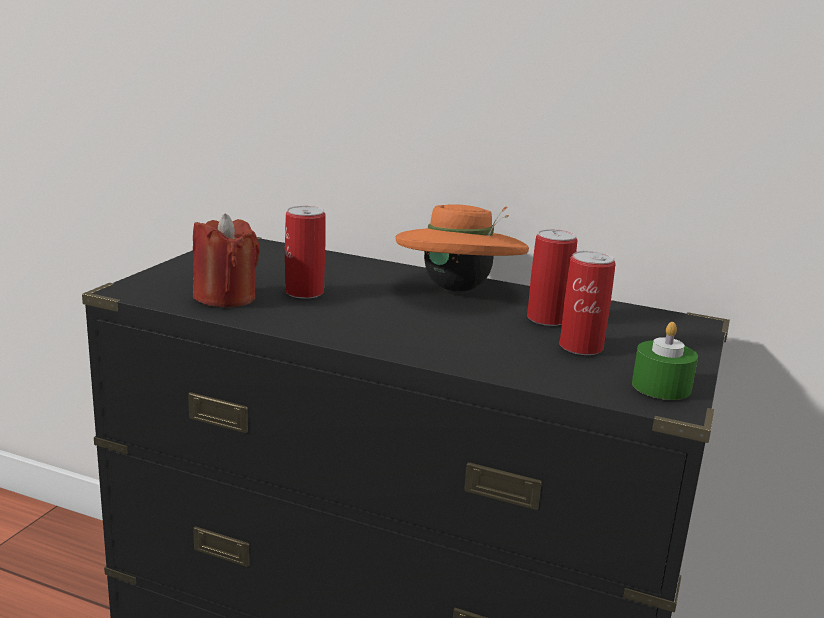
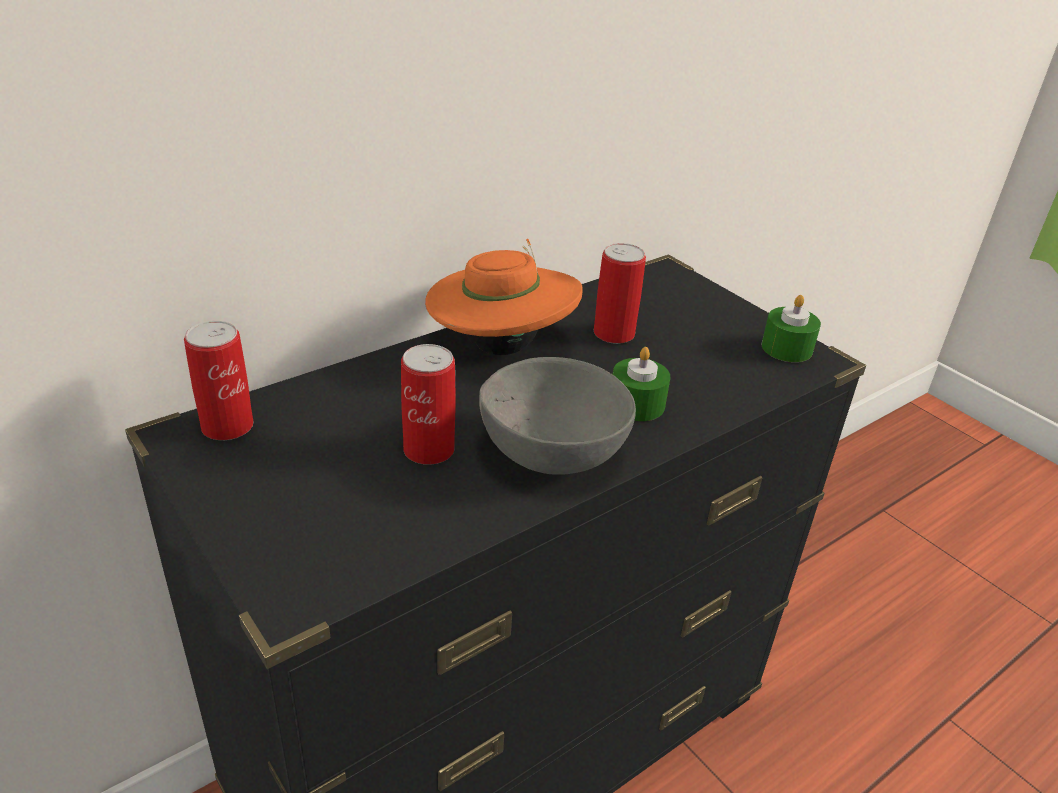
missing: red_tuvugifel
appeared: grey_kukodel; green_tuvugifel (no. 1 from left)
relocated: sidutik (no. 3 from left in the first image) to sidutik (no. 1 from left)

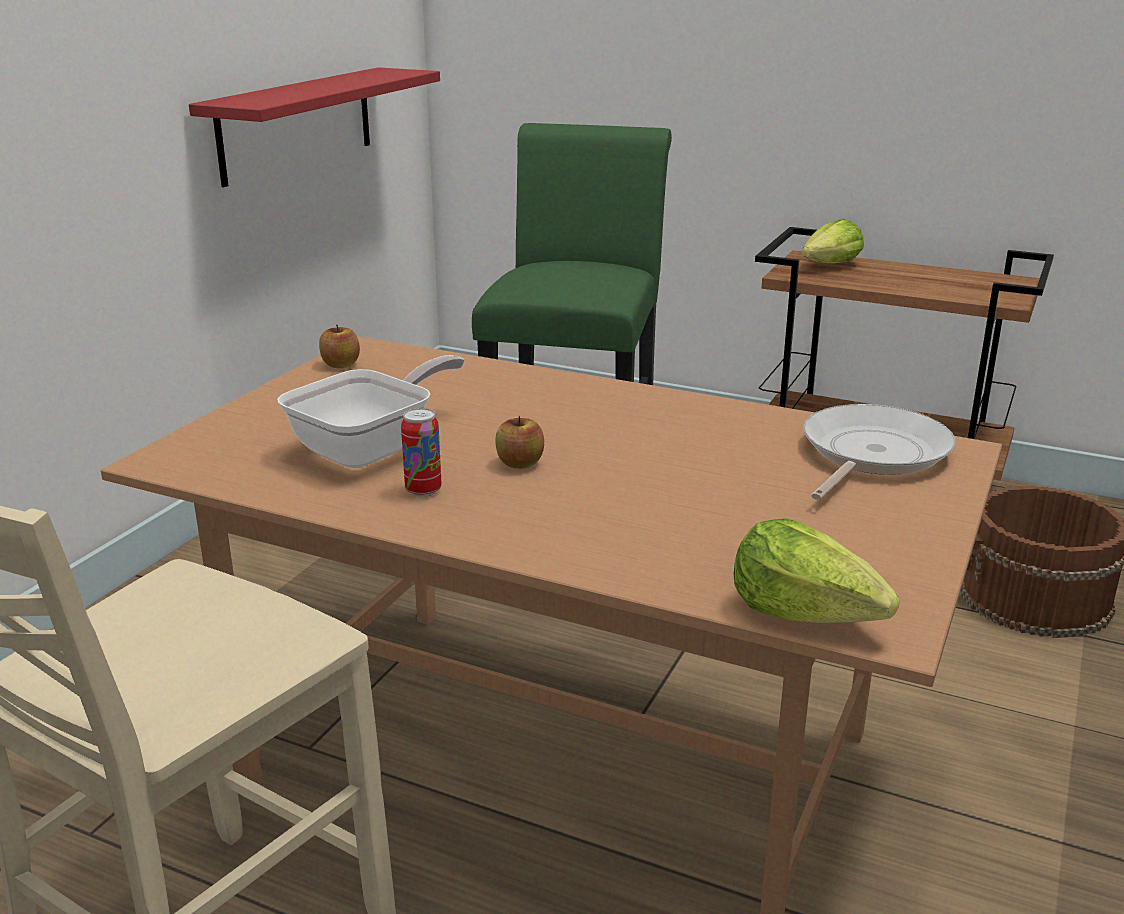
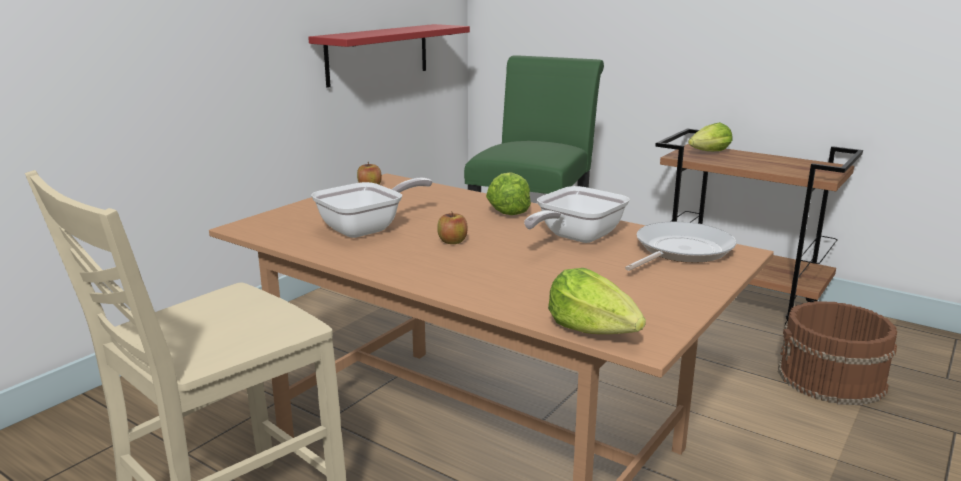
missing: sidutik
appeared: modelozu (no. 1 from left); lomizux (no. 2 from left)

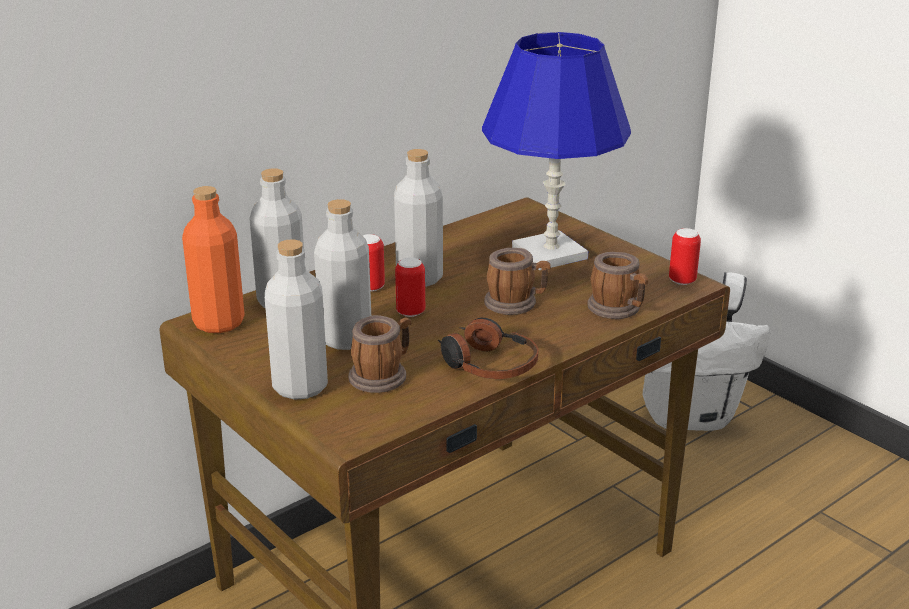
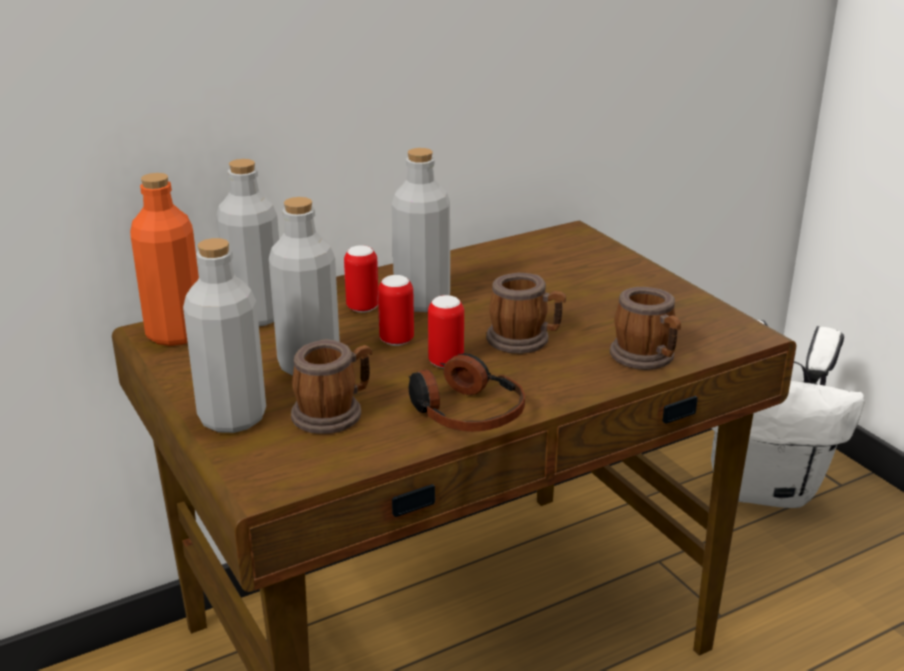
missing: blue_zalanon
relocated: sidutik (no. 3 from left)

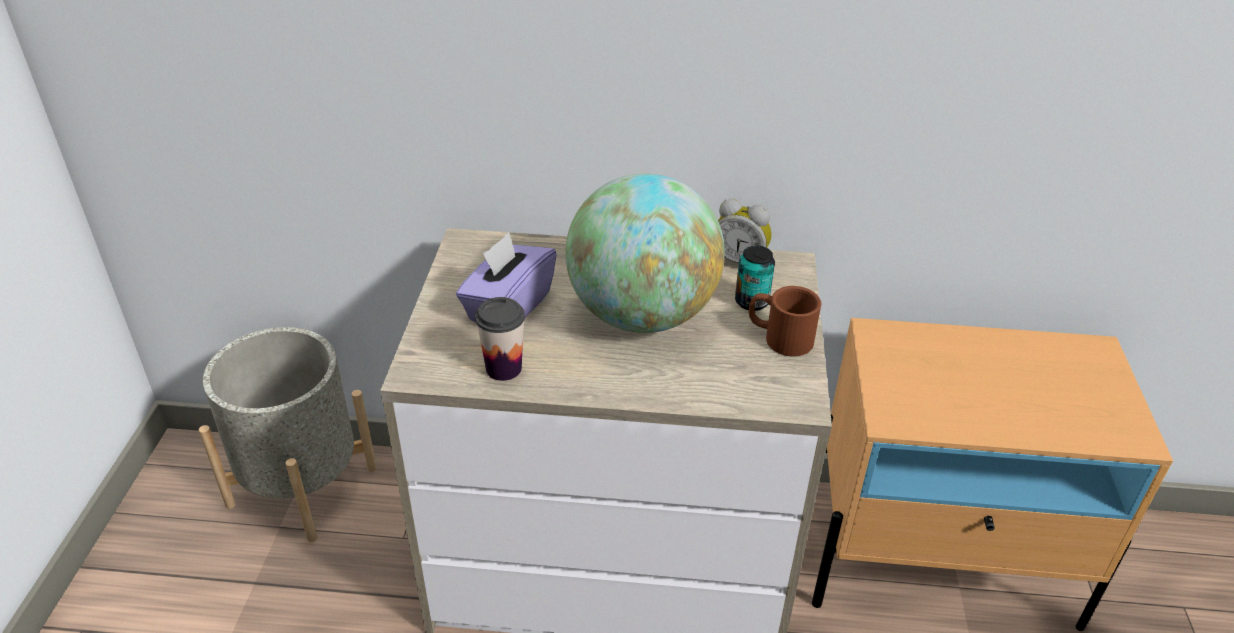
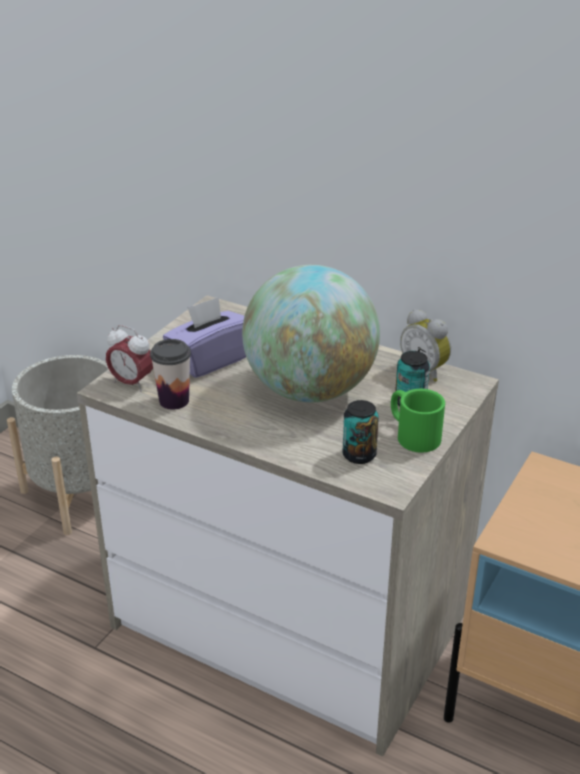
appeared: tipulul (no. 1 from left); sidutik (no. 1 from left)
colour: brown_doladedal to green_doladedal

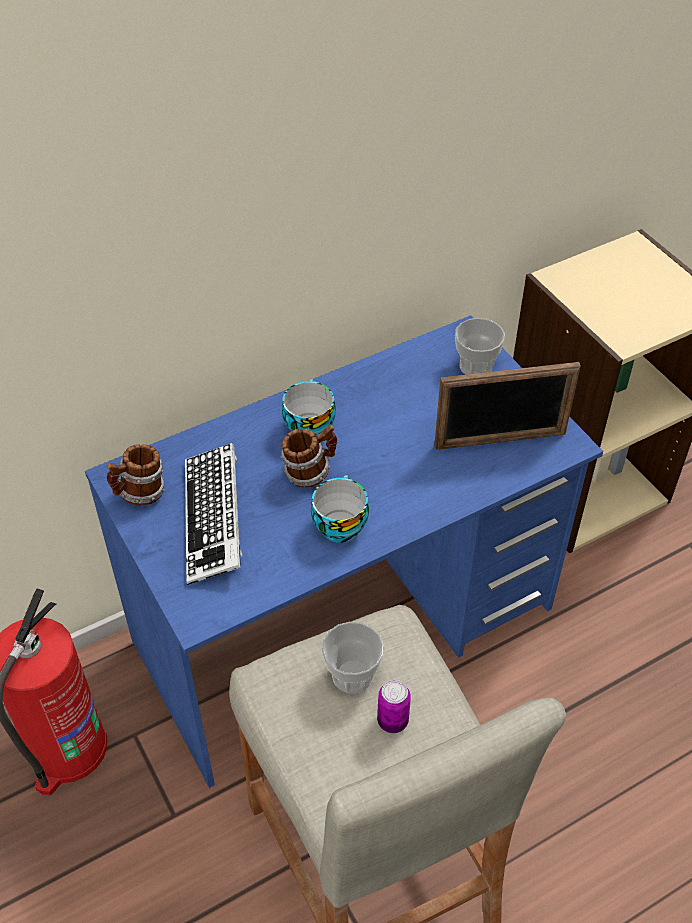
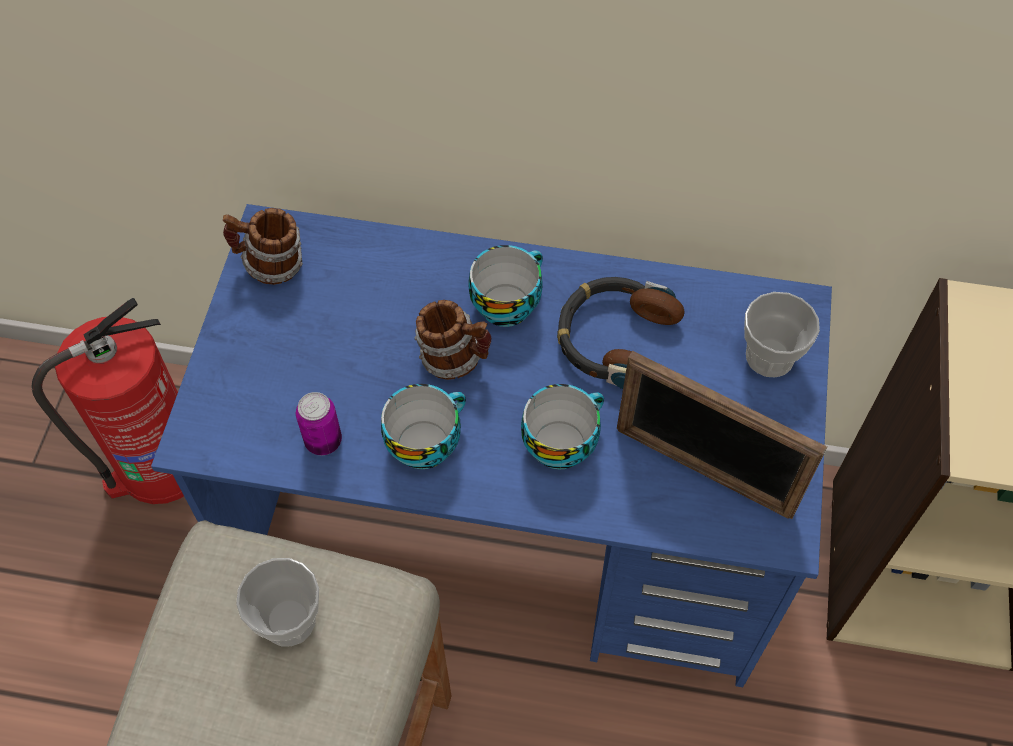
missing: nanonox
appeared: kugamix (no. 4 from left); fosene
relocated: sidutik

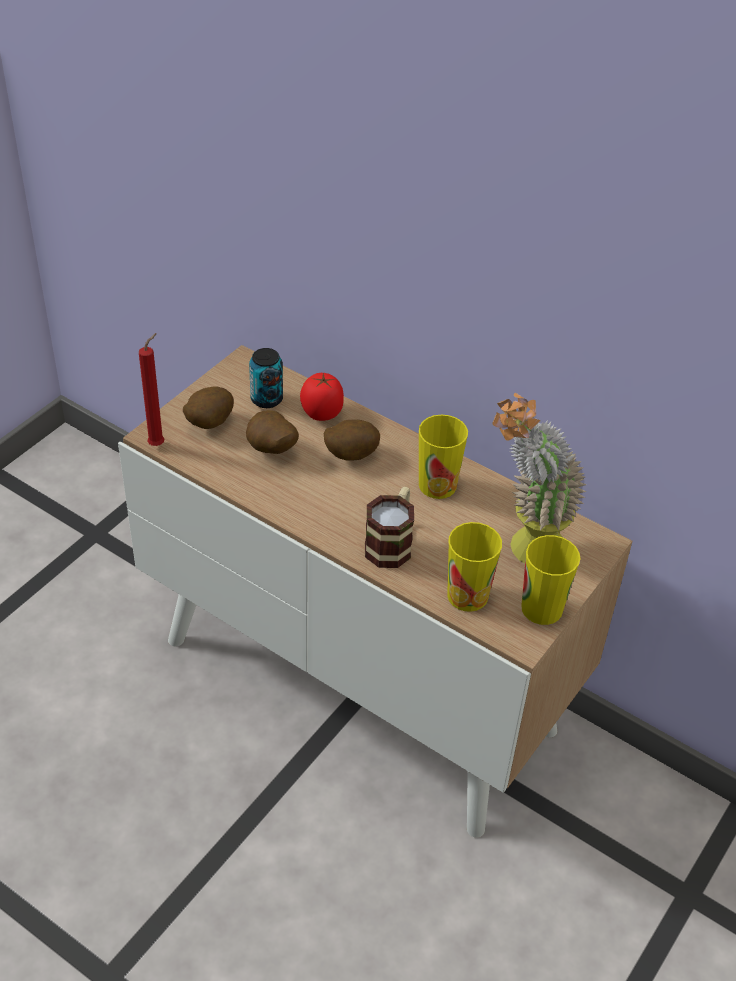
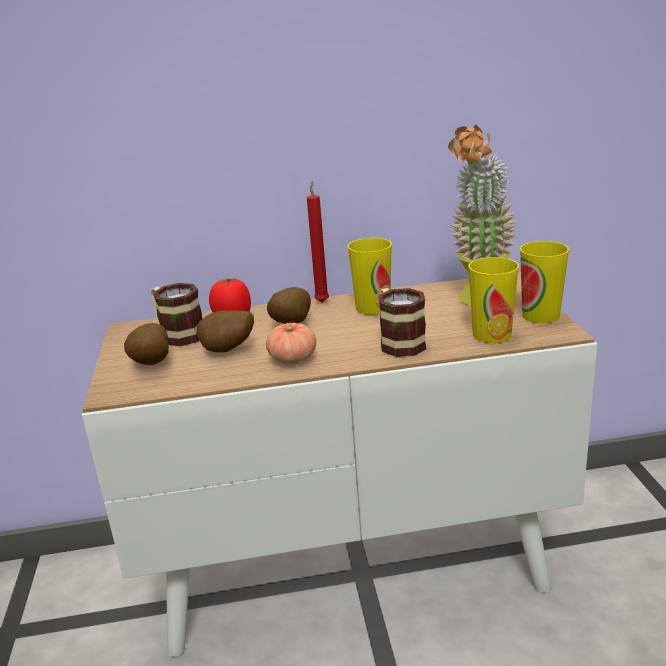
appeared: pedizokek (no. 2 from left)
relocated: red_tuvugifel
exchanged: sidutik to doladedal (no. 1 from left)

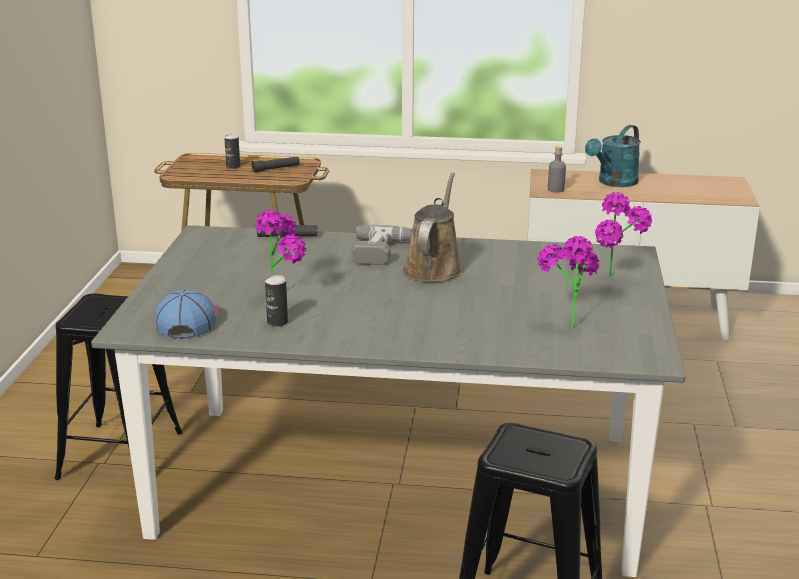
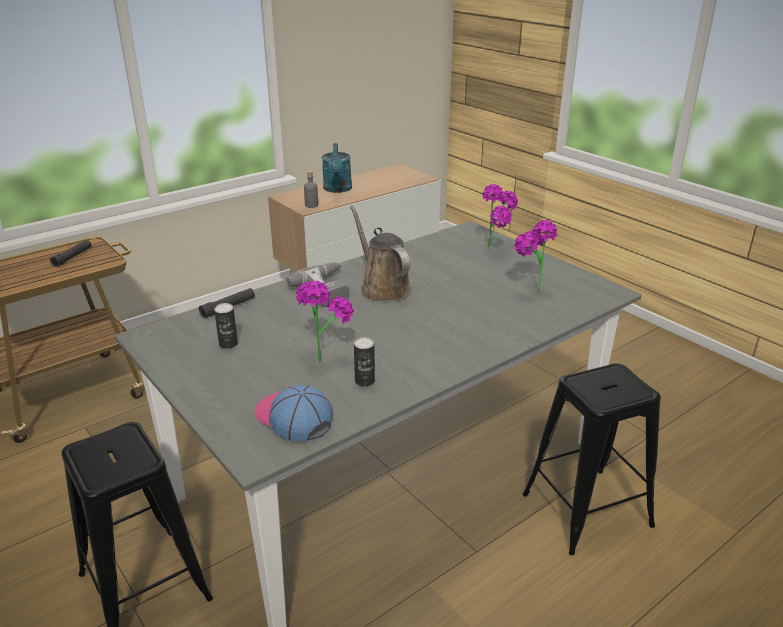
relocated: sidutik (no. 1 from left)

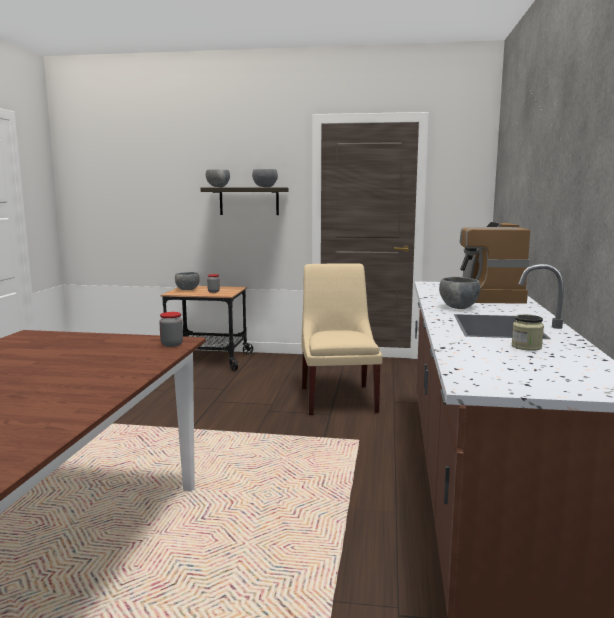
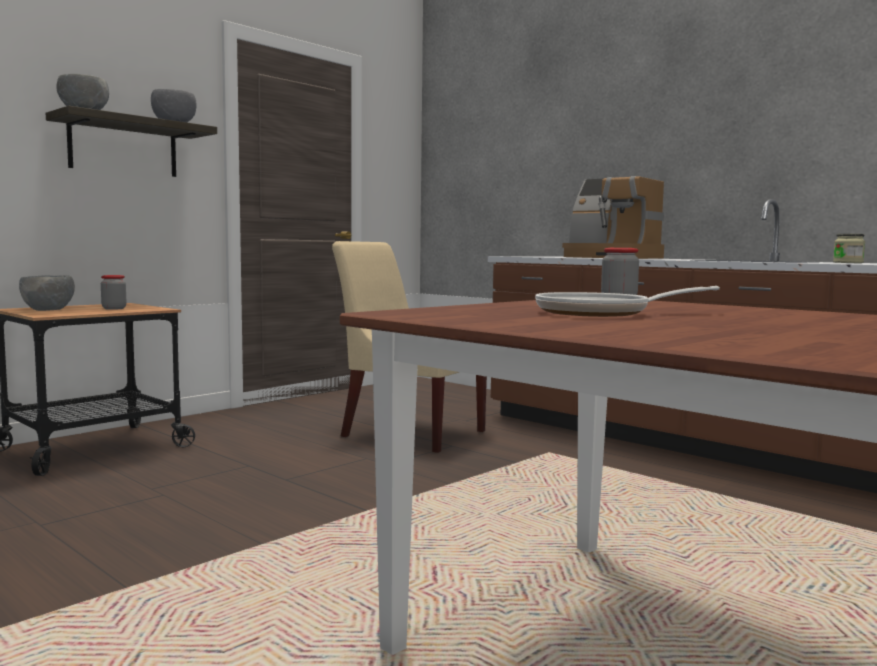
missing: grey_kukodel (no. 4 from left)
appeared: lomizux

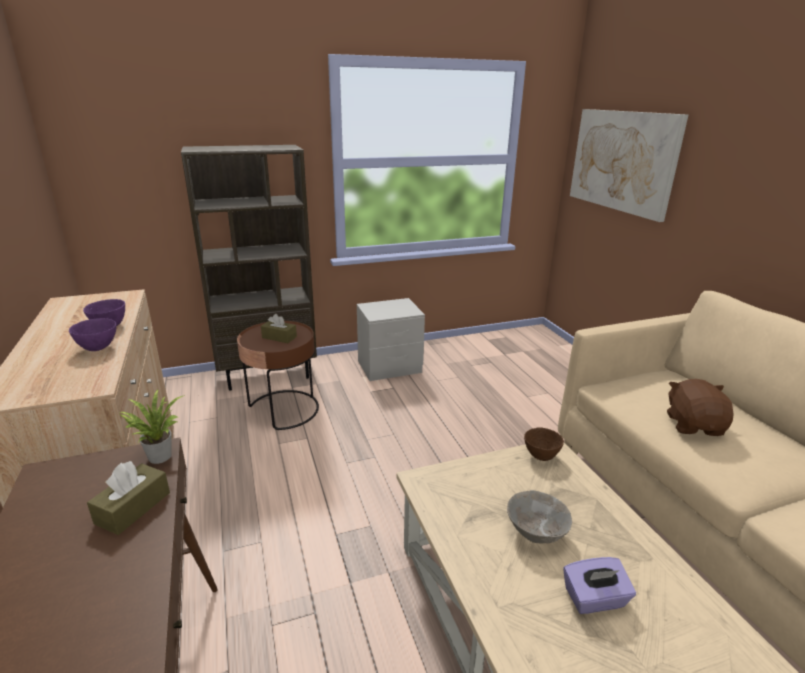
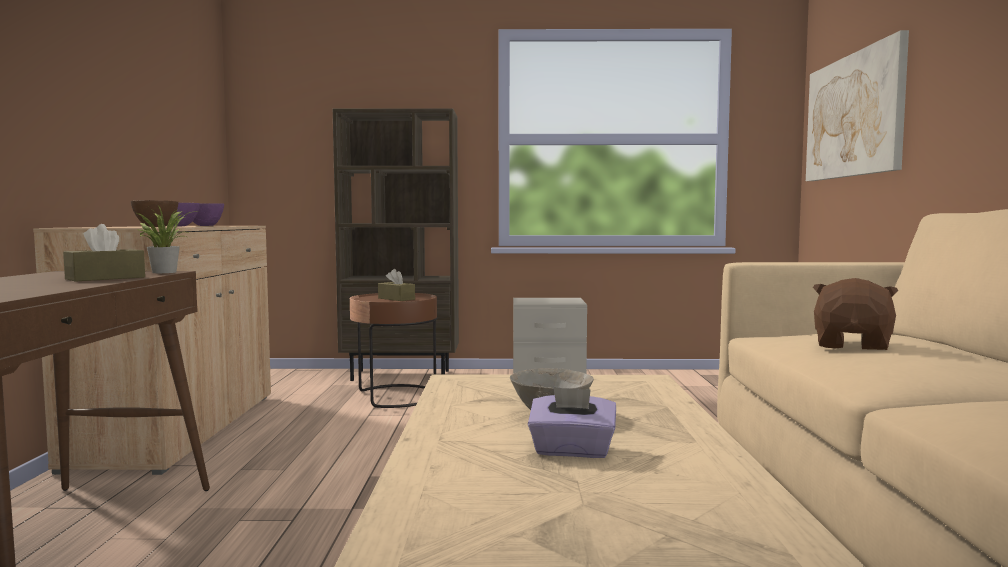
relocated: brown_kukodel

